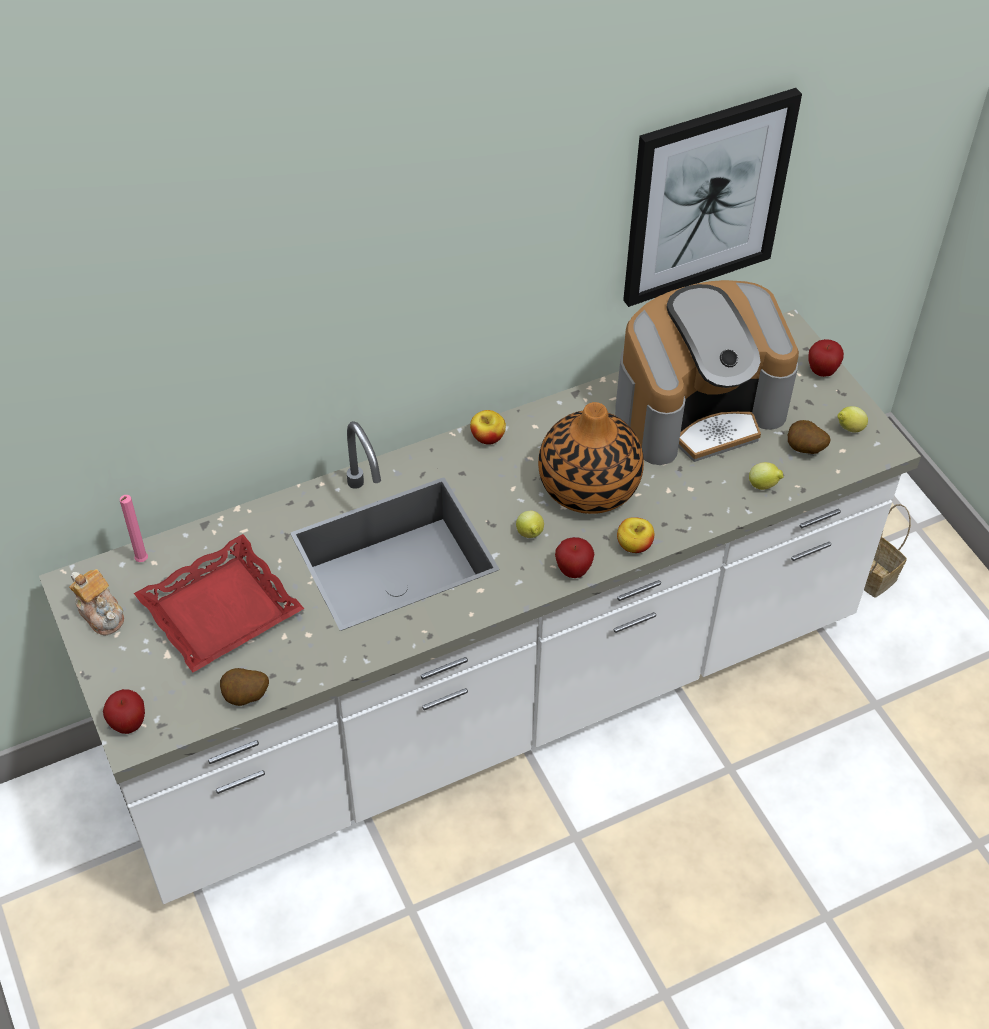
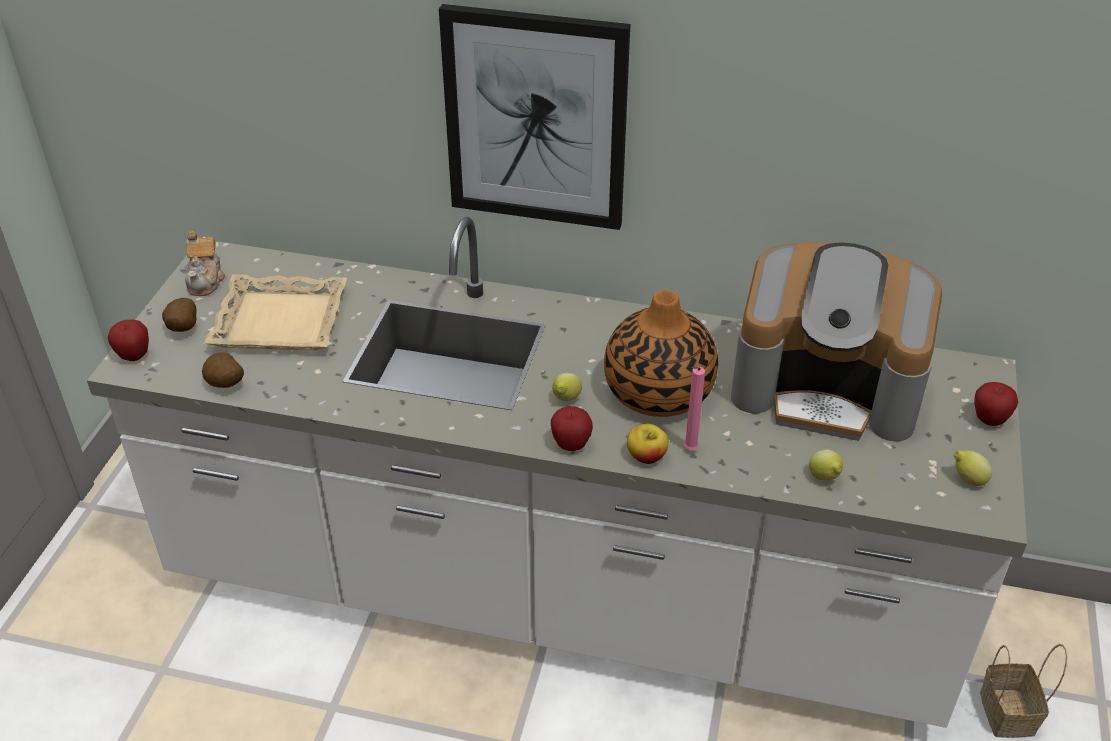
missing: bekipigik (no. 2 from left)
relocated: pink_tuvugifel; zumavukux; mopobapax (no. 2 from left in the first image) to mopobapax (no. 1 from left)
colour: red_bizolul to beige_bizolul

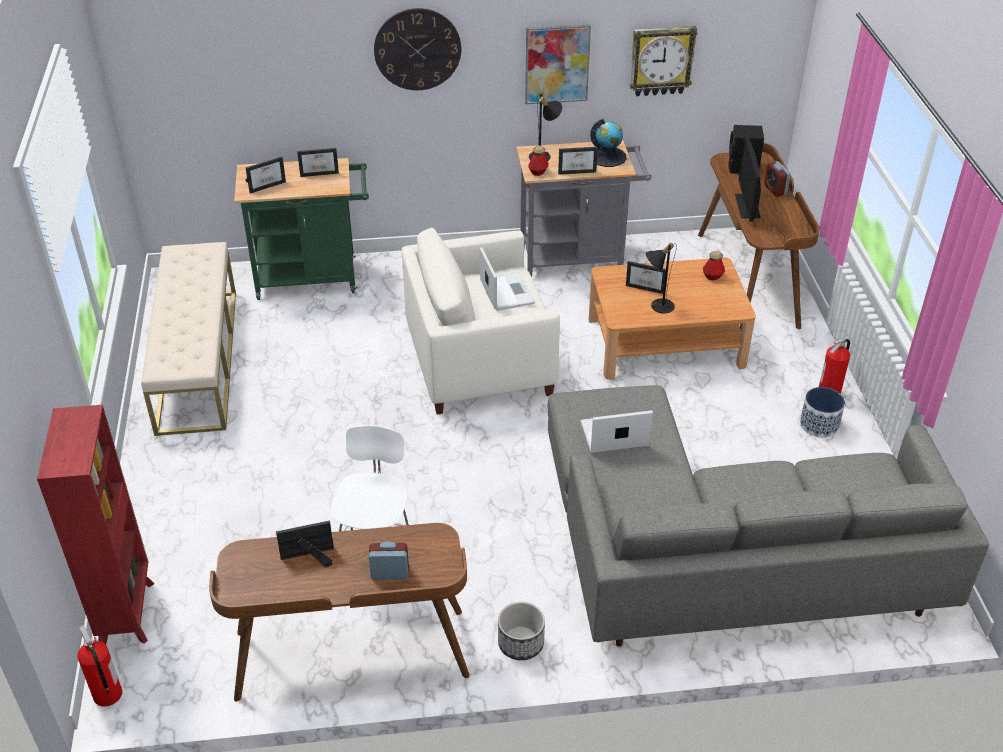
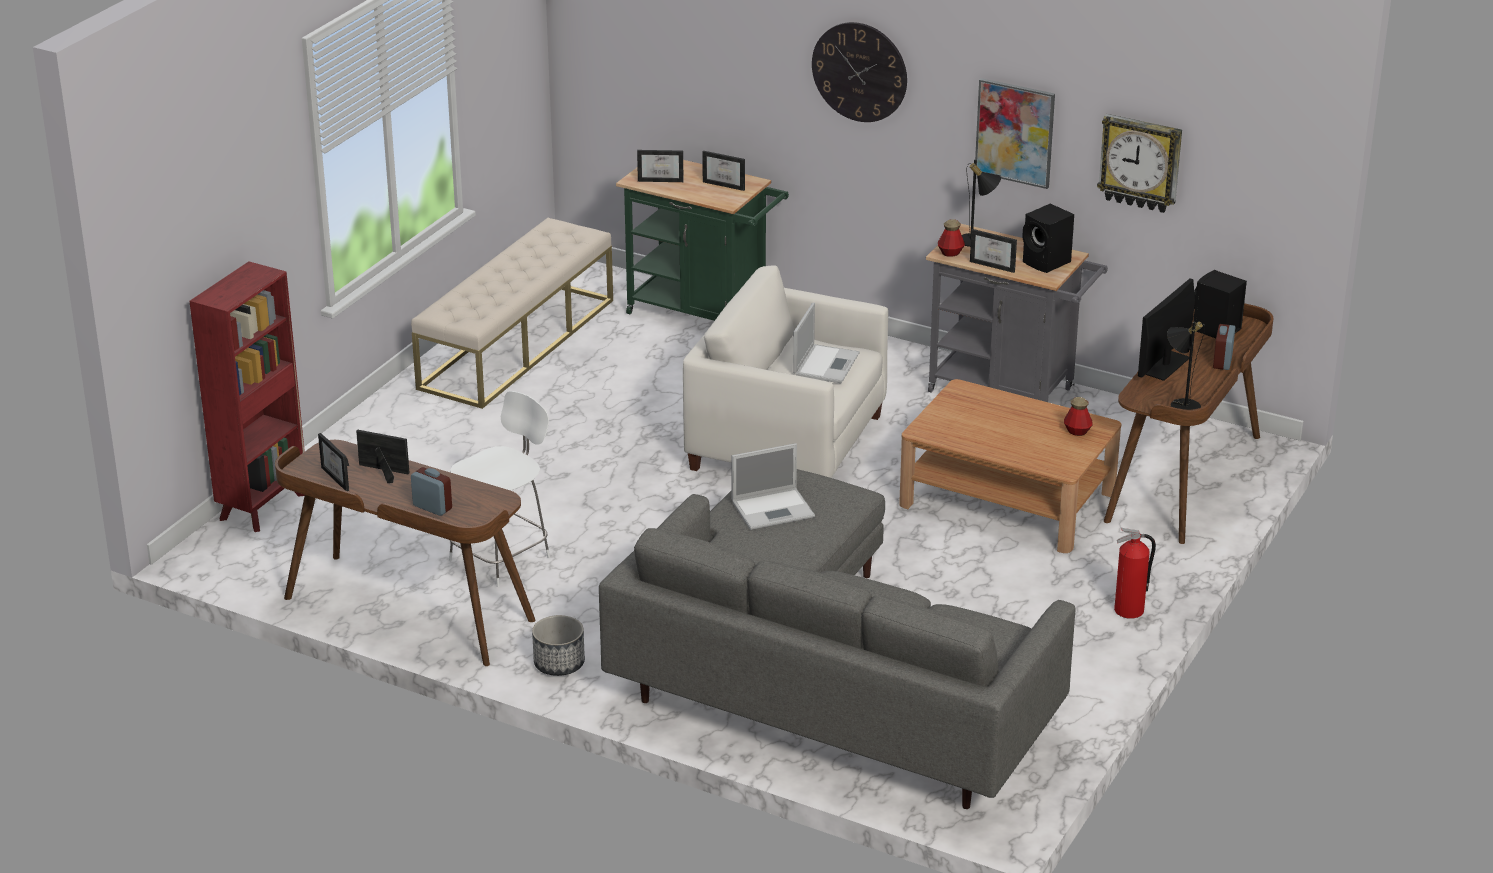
missing: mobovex (no. 1 from left); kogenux (no. 2 from left)
relocated: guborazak (no. 5 from left in the first image) to guborazak (no. 1 from left); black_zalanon (no. 2 from left)
exchanged: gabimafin to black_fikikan (no. 1 from left)
spun: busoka (no. 2 from left in the first image) 135 degrees clockwise

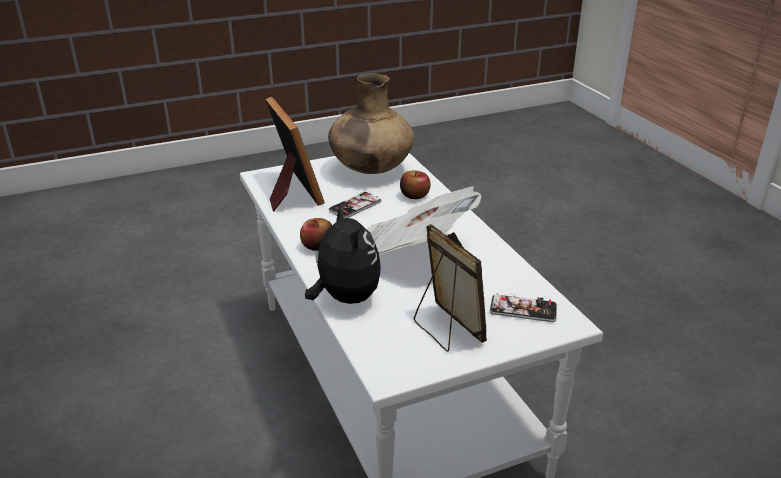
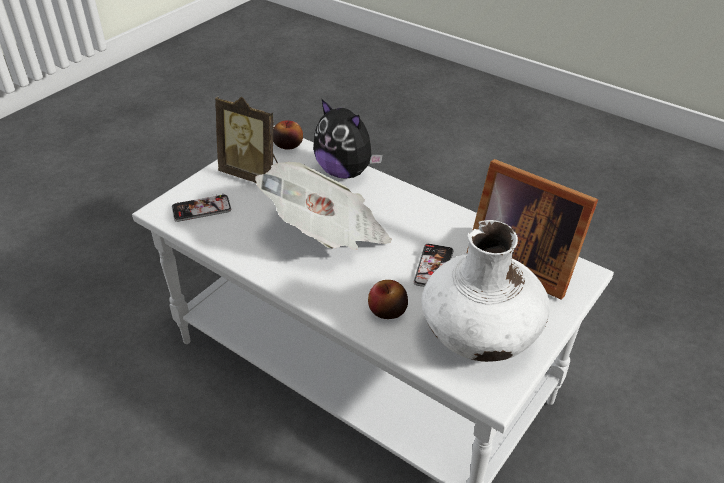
relocated: bekipigik (no. 1 from left)
colour: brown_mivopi to white_mivopi

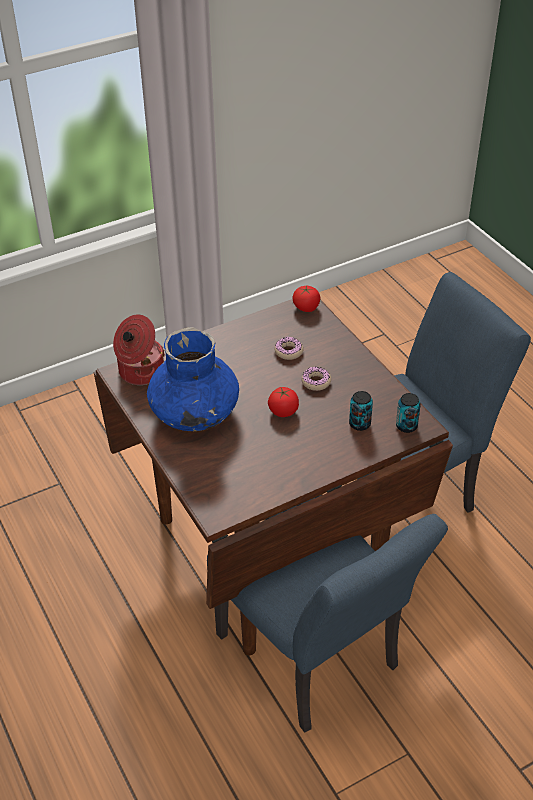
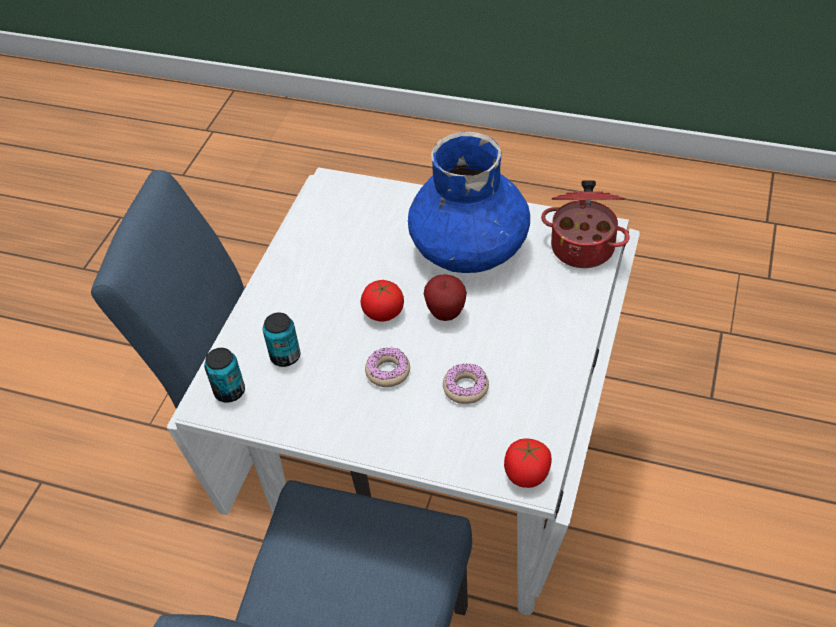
appeared: bekipigik
colour: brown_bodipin to white_bodipin

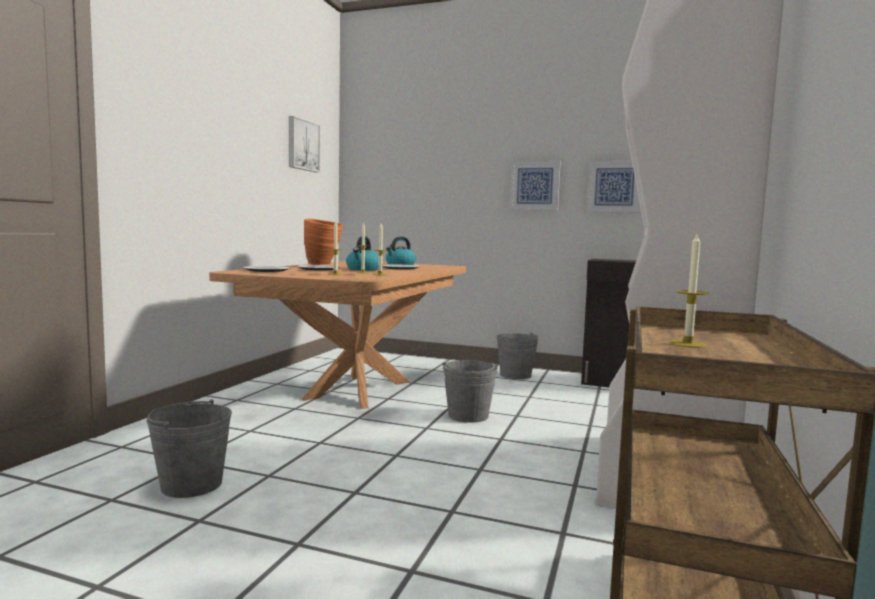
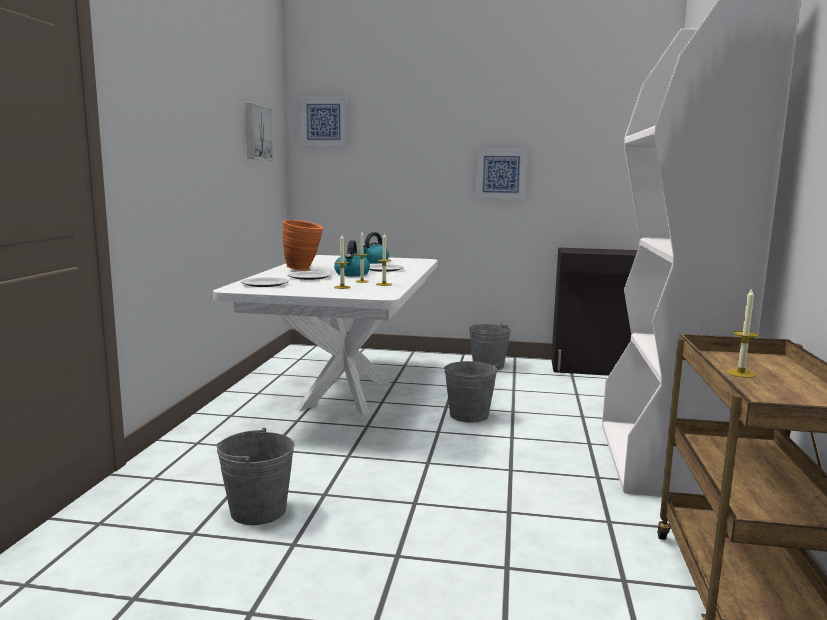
relocated: zumavukux (no. 3 from left in the first image) to zumavukux (no. 2 from left)
colour: brown_bodipin to white_bodipin

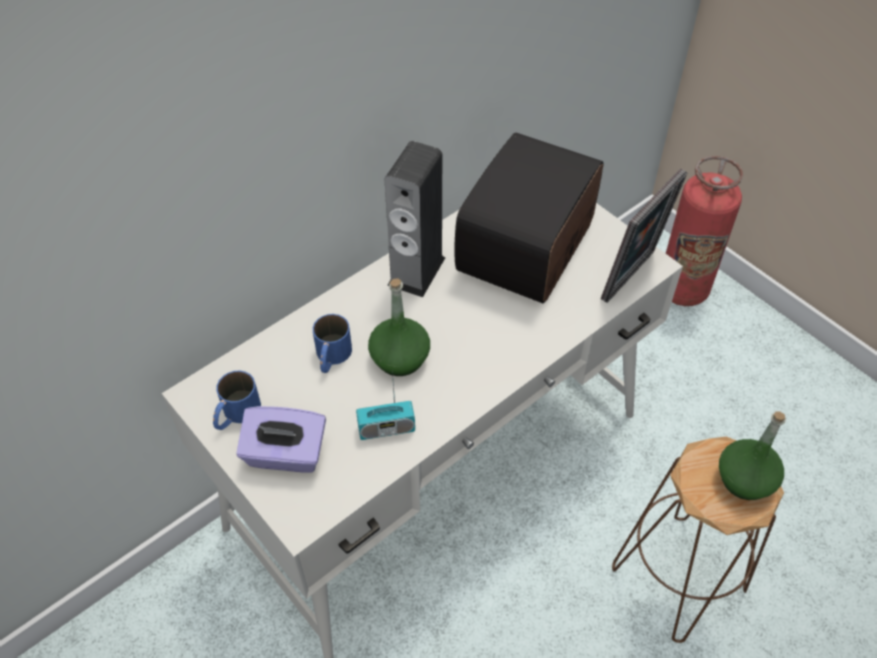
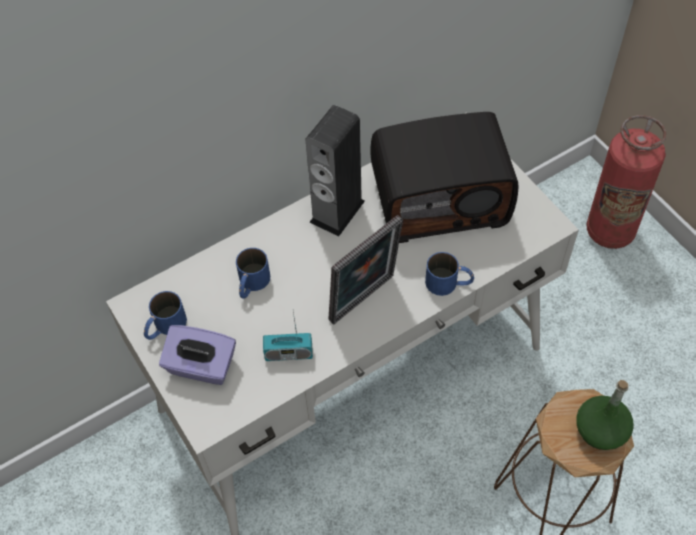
missing: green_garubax (no. 1 from left)
appeared: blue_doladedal (no. 3 from left)
relocated: guborazak
spun: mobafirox (no. 2 from left) 135 degrees counterclockwise

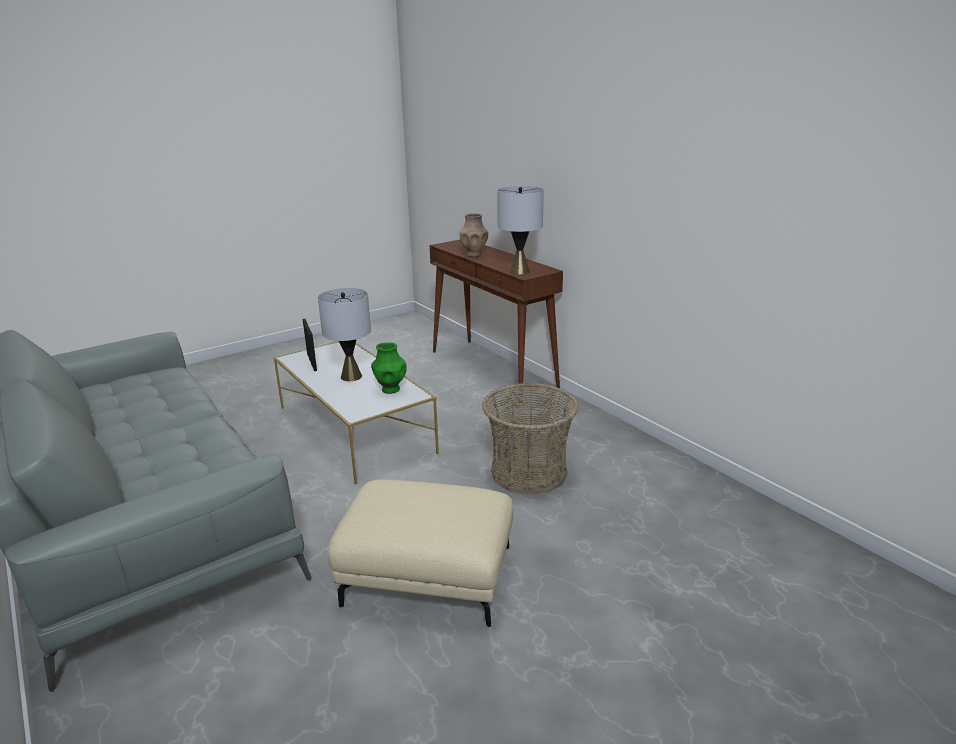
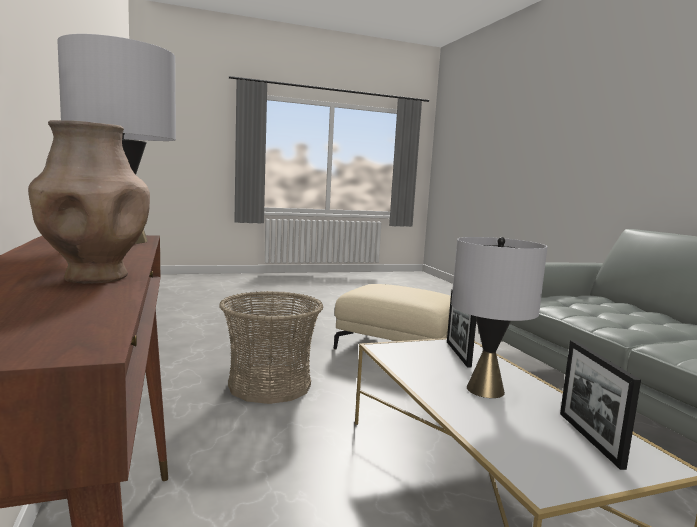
missing: green_mivopi
appeared: guborazak (no. 1 from left)

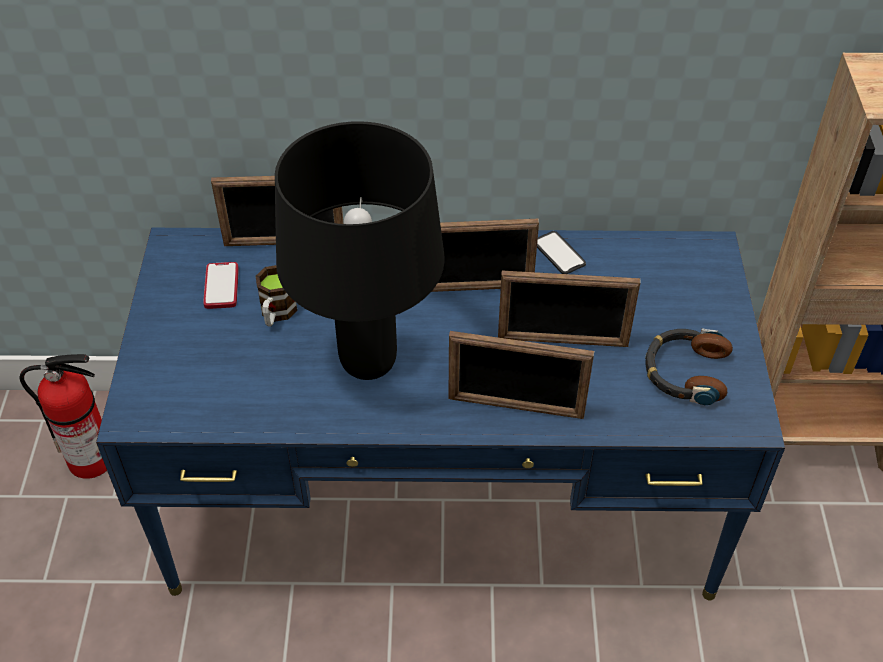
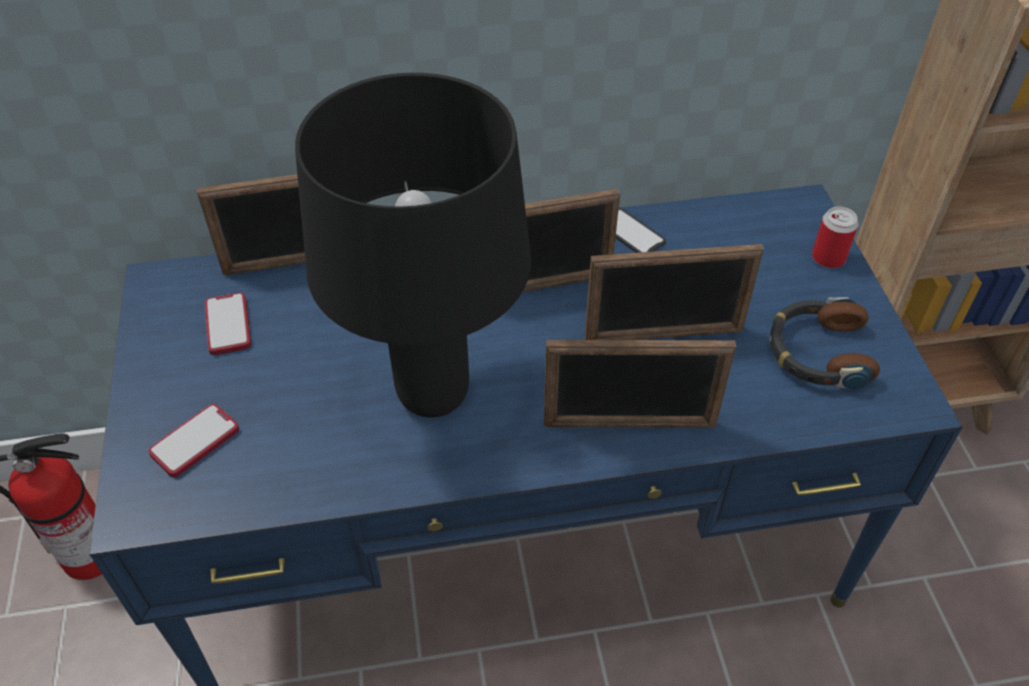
missing: doladedal
appeared: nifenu (no. 1 from left); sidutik

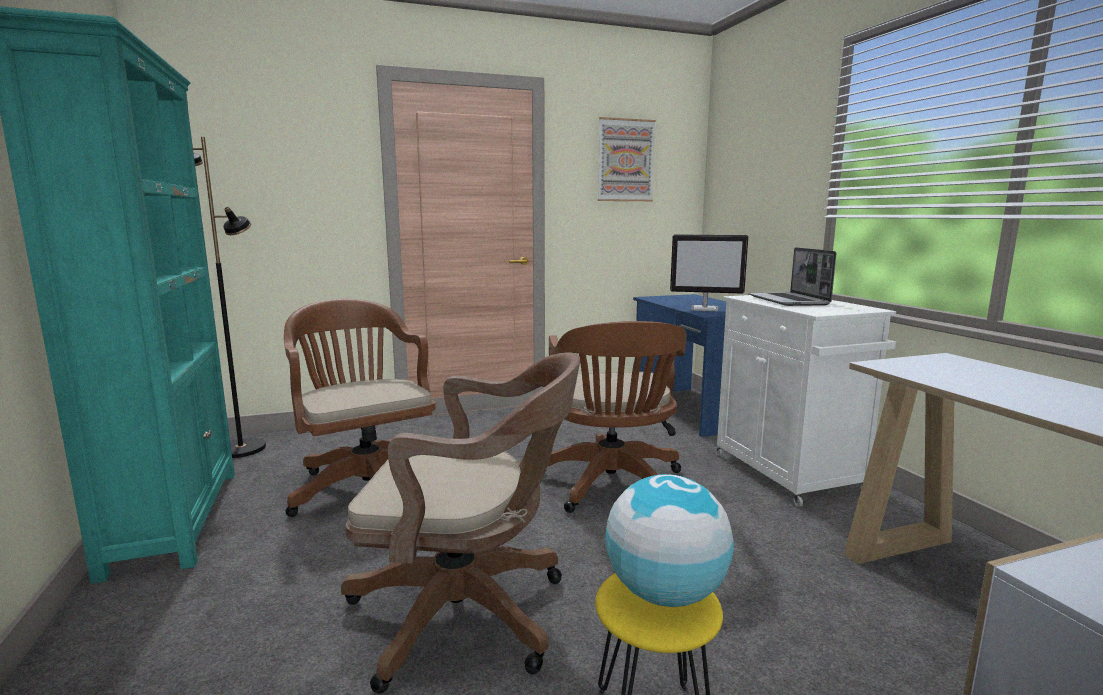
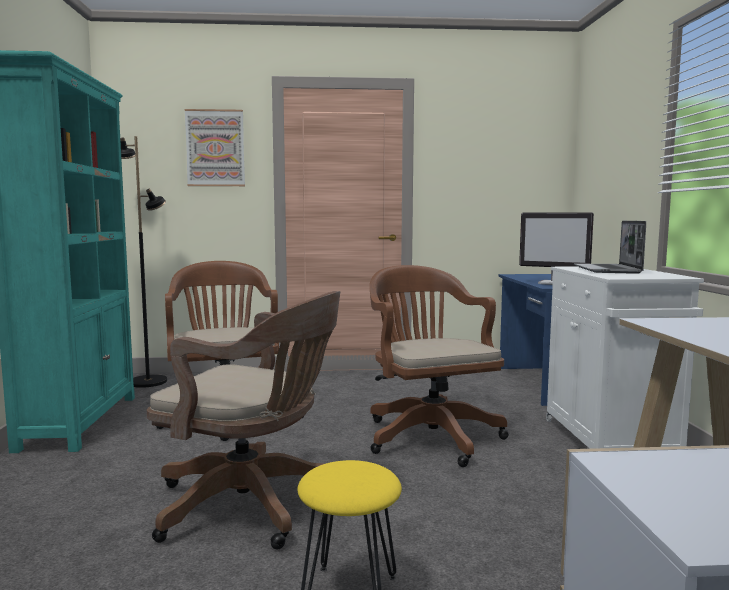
missing: gabimafin
relocated: zumavukux
spun: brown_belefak (no. 3 from left) 150 degrees clockwise

